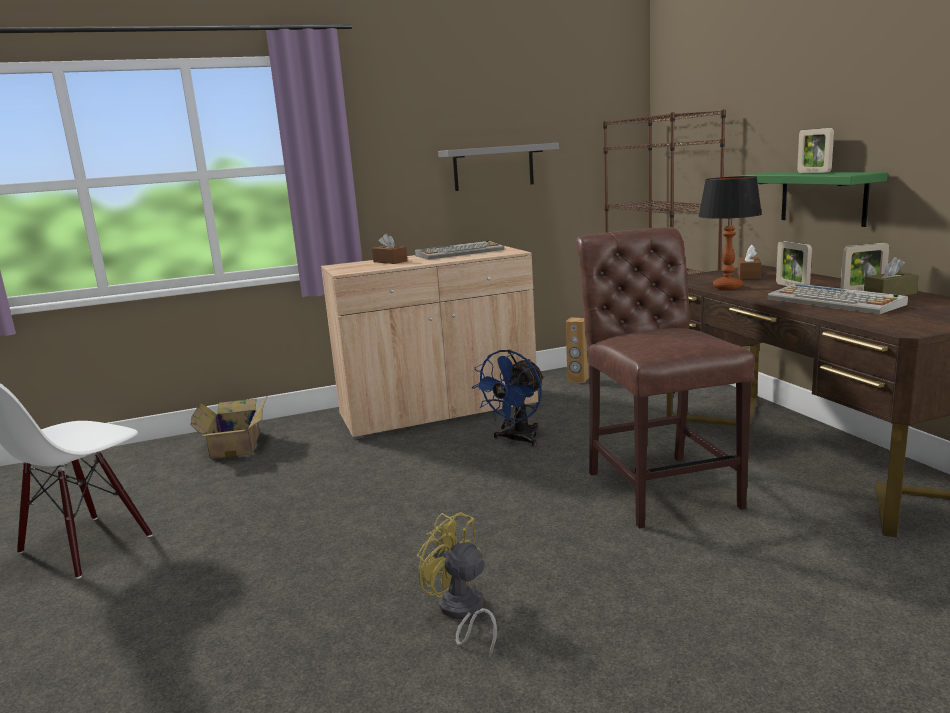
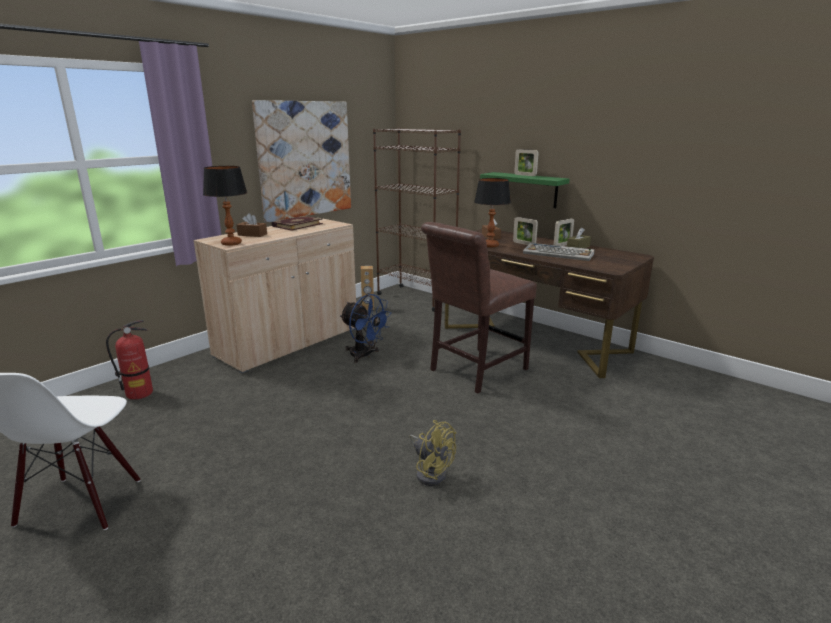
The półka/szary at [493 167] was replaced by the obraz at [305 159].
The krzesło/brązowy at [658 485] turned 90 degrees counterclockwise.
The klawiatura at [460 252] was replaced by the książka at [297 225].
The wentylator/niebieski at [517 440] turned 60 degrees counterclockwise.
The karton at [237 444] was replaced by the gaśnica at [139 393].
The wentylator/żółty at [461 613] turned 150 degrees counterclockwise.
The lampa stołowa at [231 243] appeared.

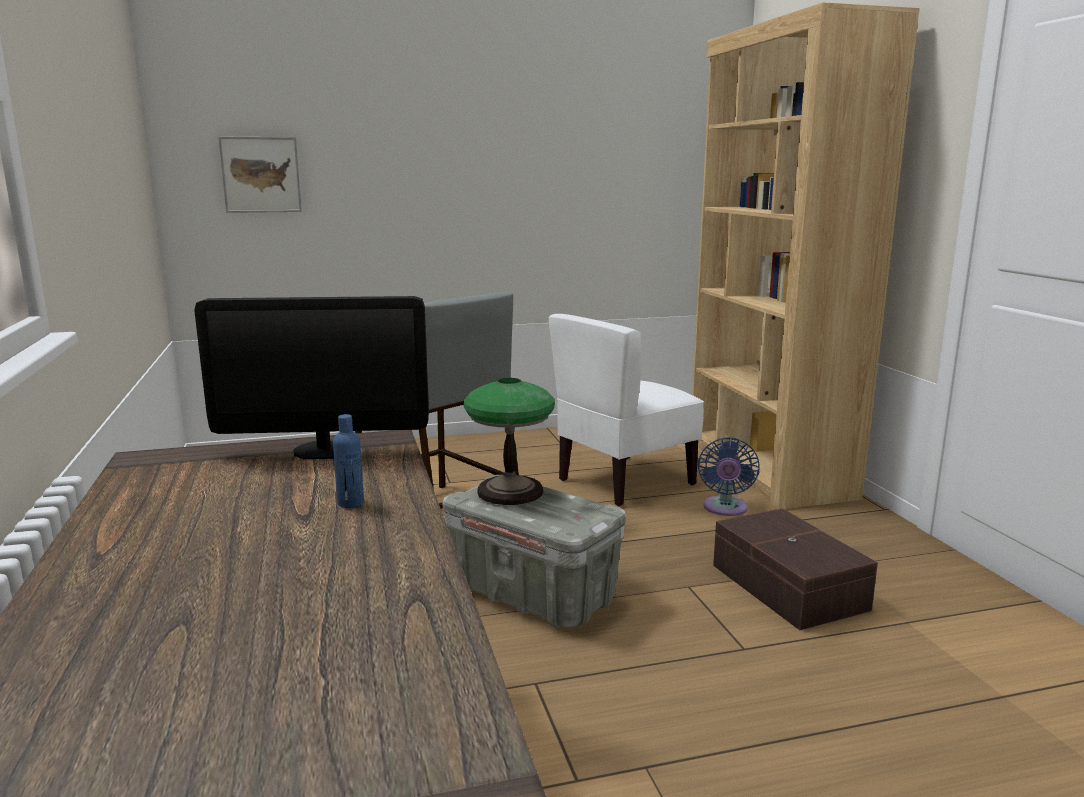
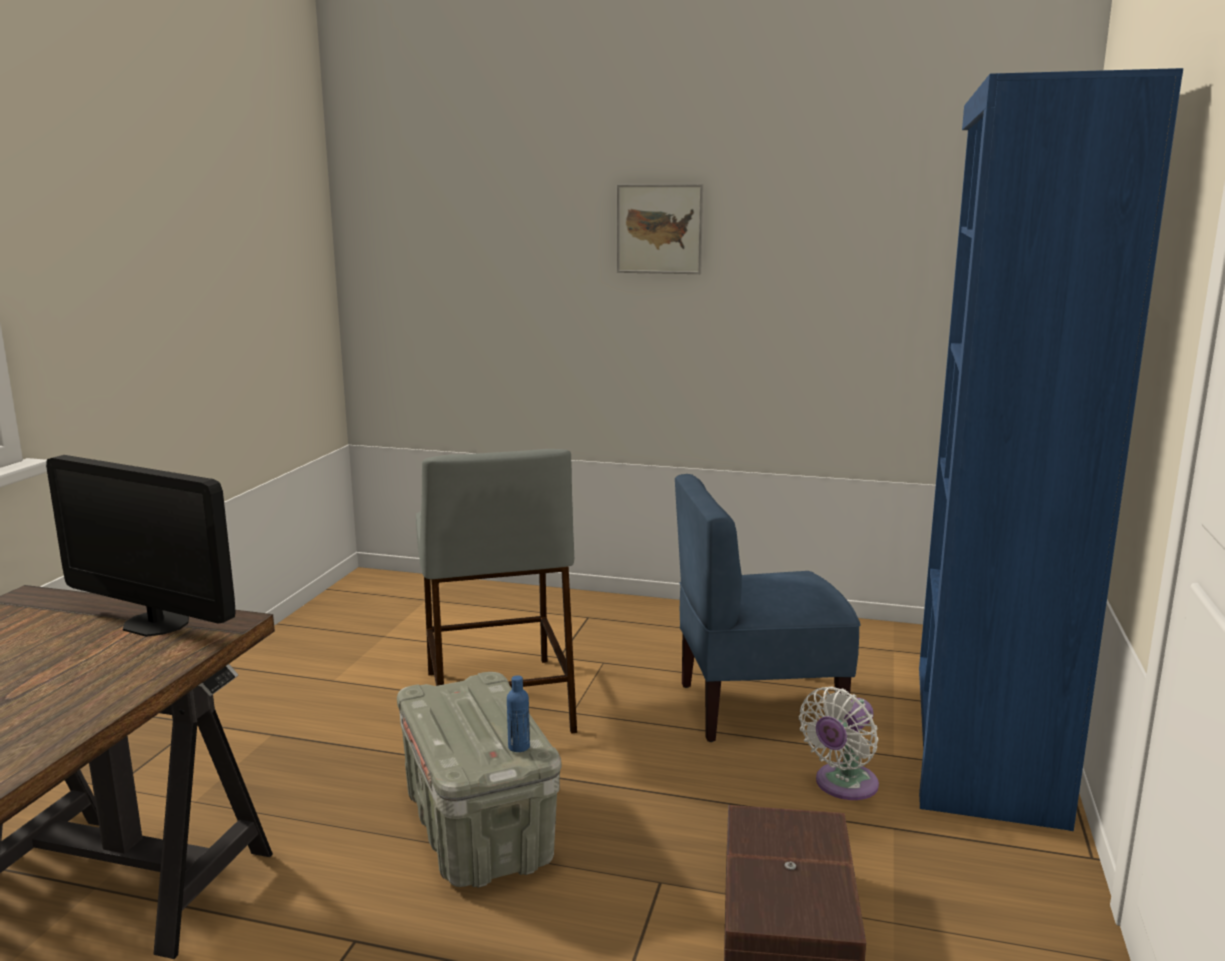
The regał/brązowy at [766 468] became the regał/niebieski at [982 738].
The obraz moved from [261 175] to [659 229].
The krzesło/biały at [624 482] became the krzesło/niebieski at [758 708].
The lampa stołowa at [509 491] disappeared.
The butelka/niebieski moved from [351 503] to [519 747].
The wentylator/niebieski at [725 509] became the wentylator/biały at [842 785].

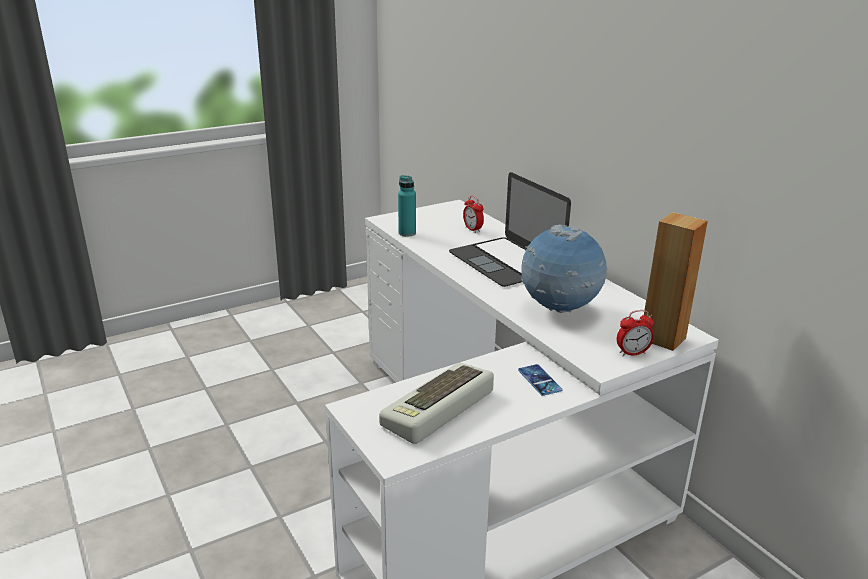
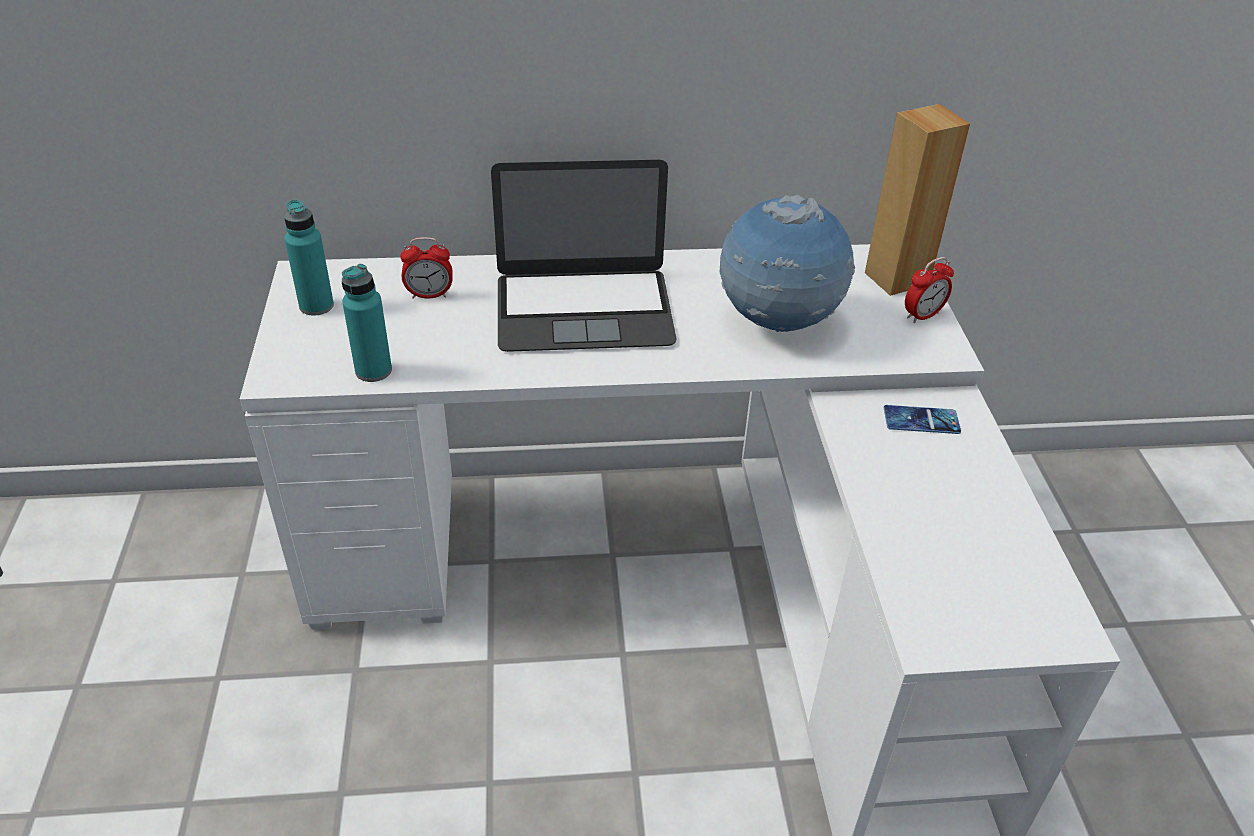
The budzik at [632 353] turned 45 degrees clockwise.
The klawiatura at [439 410] disappeared.
The butelka/turkusowy at [316 306] appeared.

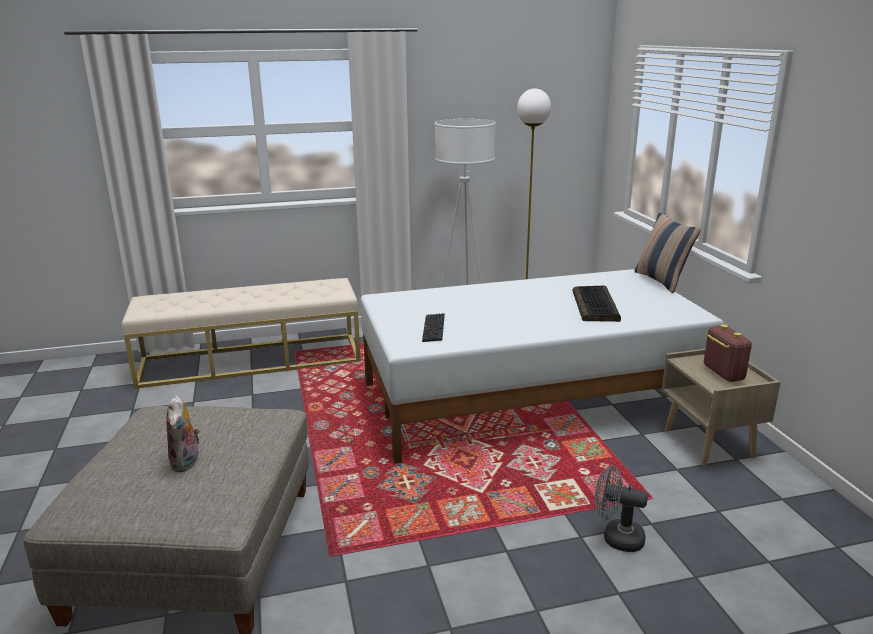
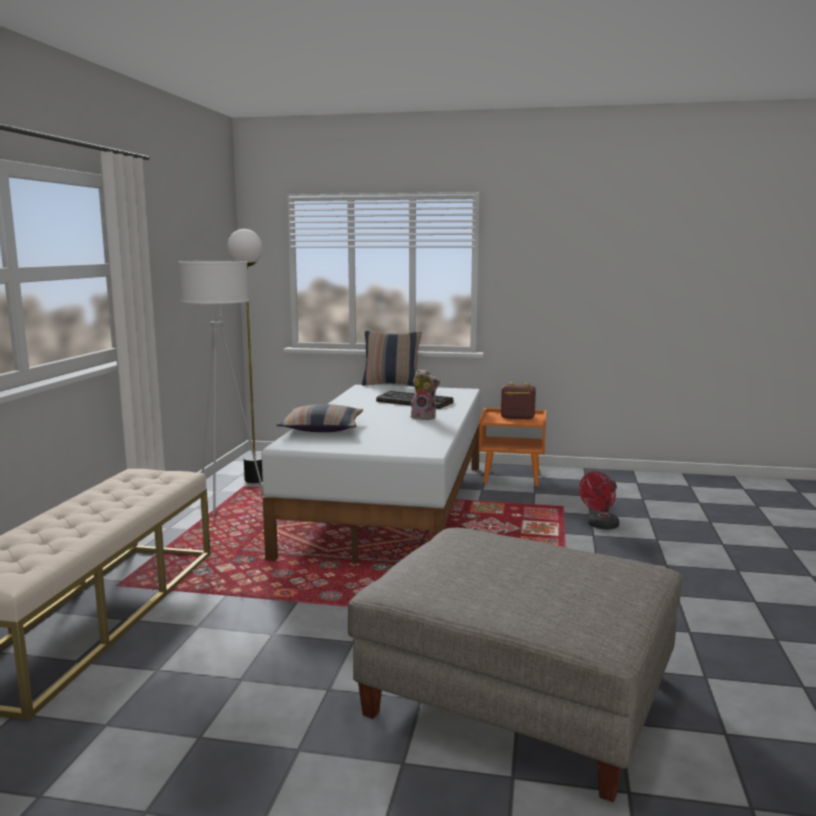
The klawiatura at [433 329] disappeared.
The szafka nocna/beżowy at [709 444] became the szafka nocna/pomarańczowy at [512 477].
The pluszak moved from [187 463] to [424 417].
The wentylator/szary at [616 537] became the wentylator/czerwony at [600 526].
The poduszka at [322 428] appeared.

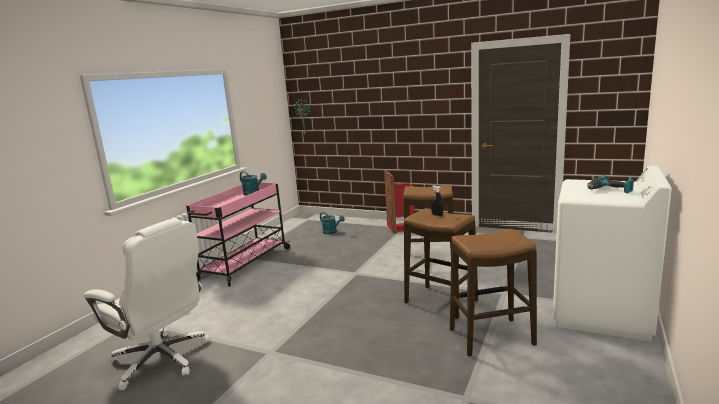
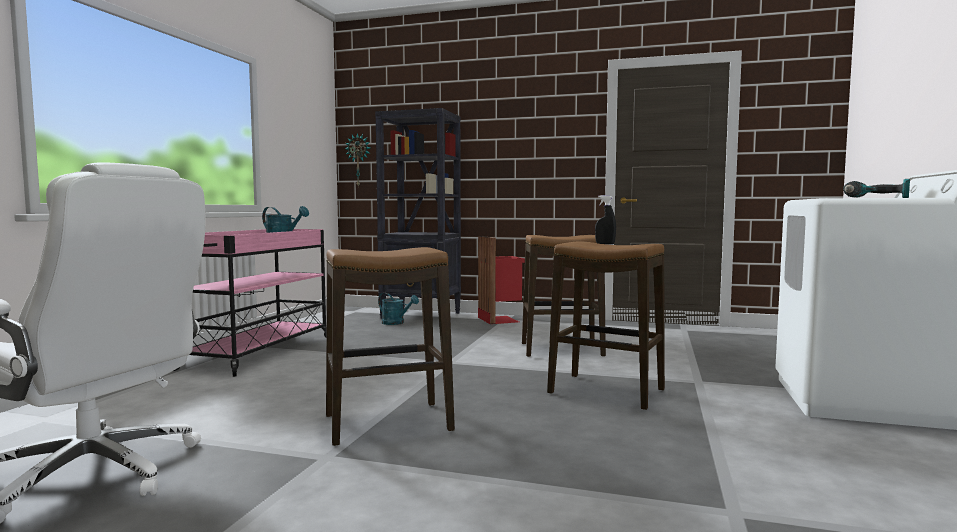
The stołek moved from [491 337] to [388 423].
The regał/czarny at [421 316] appeared.

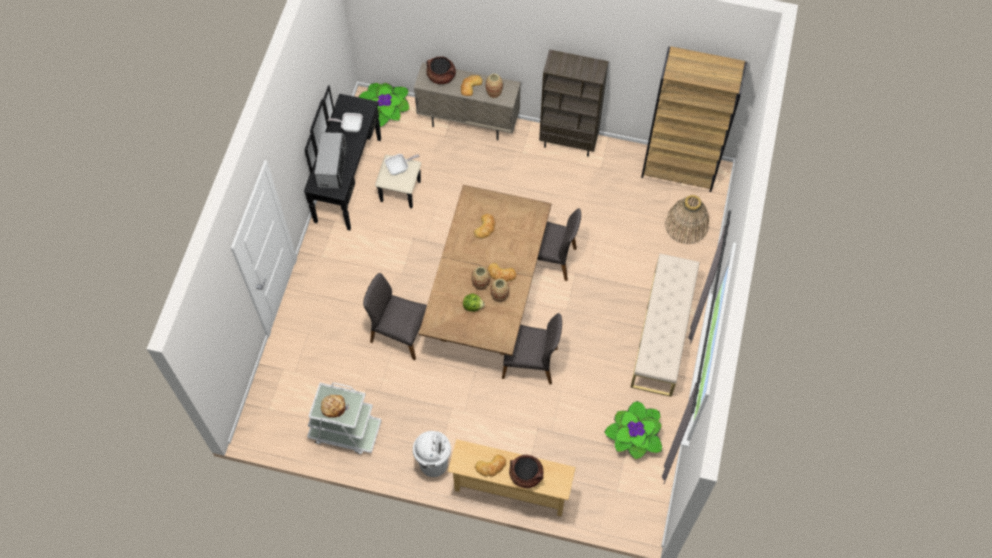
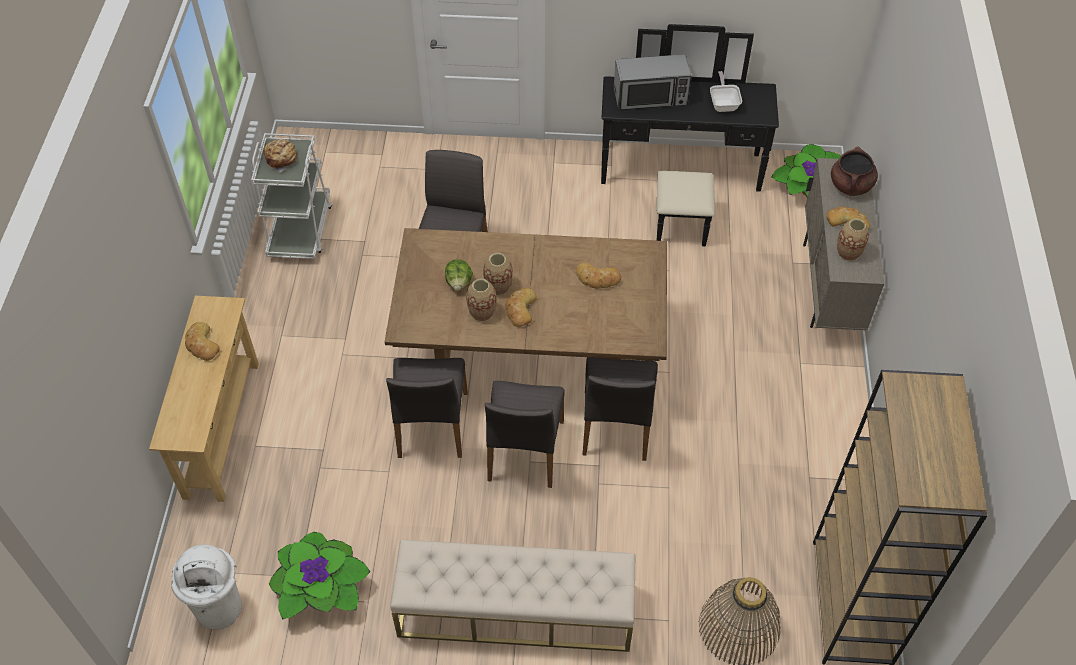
The regał/brązowy at [569 142] disappeared.
The patelnia at [399 168] disappeared.
The kosz na śmieci/biały moved from [433 463] to [220 608].
The garnek/brązowy at [526 475] disappeared.
The krzesło/szary at [524 451] appeared.

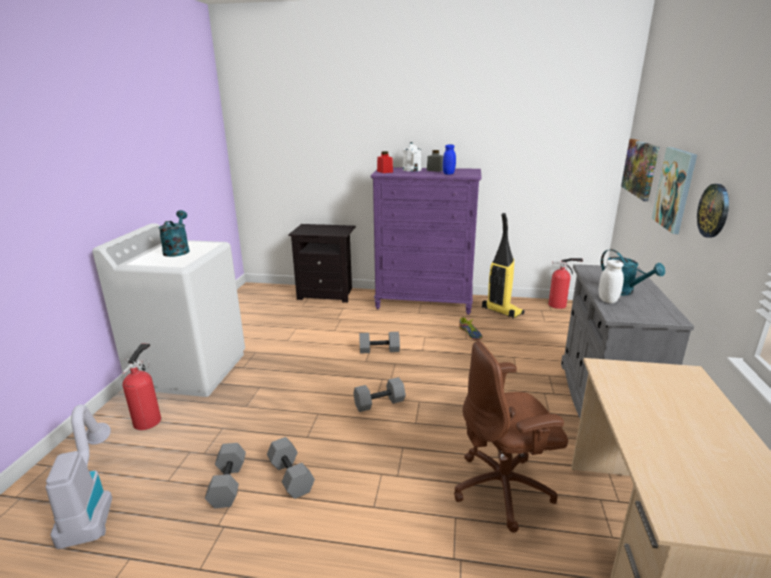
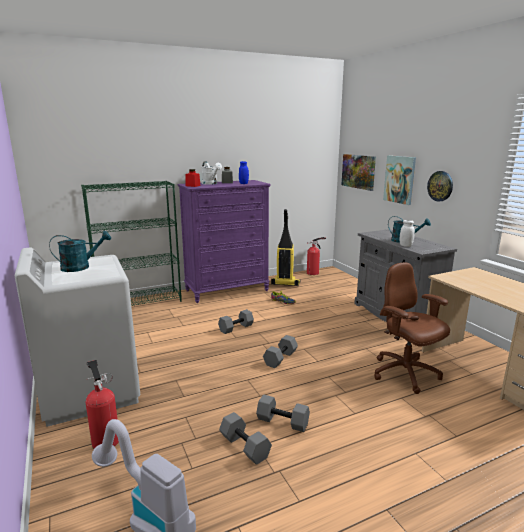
The konewka/turkusowy at [177 250] turned 105 degrees clockwise.
The szafka nocna/czarny at [327 294] was replaced by the regał/zielony at [140 302].
The krzesło biurowe/brązowy at [504 489] turned 105 degrees clockwise.

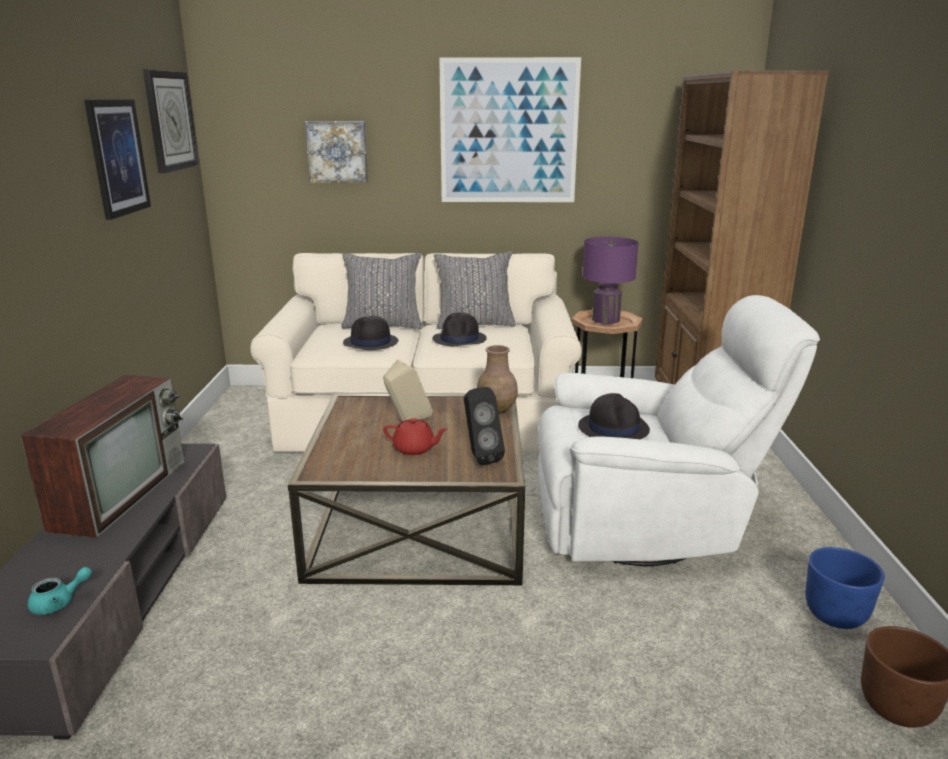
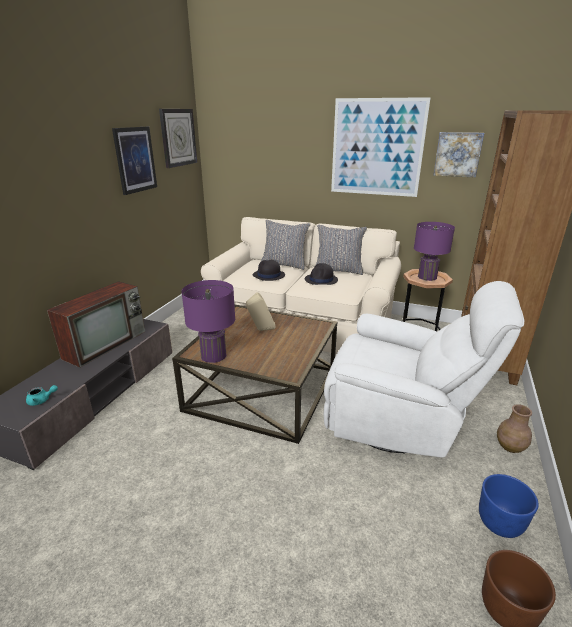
The obraz moved from [337 151] to [457 154].
The wazon/brązowy moved from [497 409] to [510 447].
The głośnik/czarny at [480 457] disappeared.
The kapelusz/czarny at [613 428] disappeared.
The imbryk/czerwony at [414 449] disappeared.
The lampa stołowa/fioletowy at [213 355] appeared.

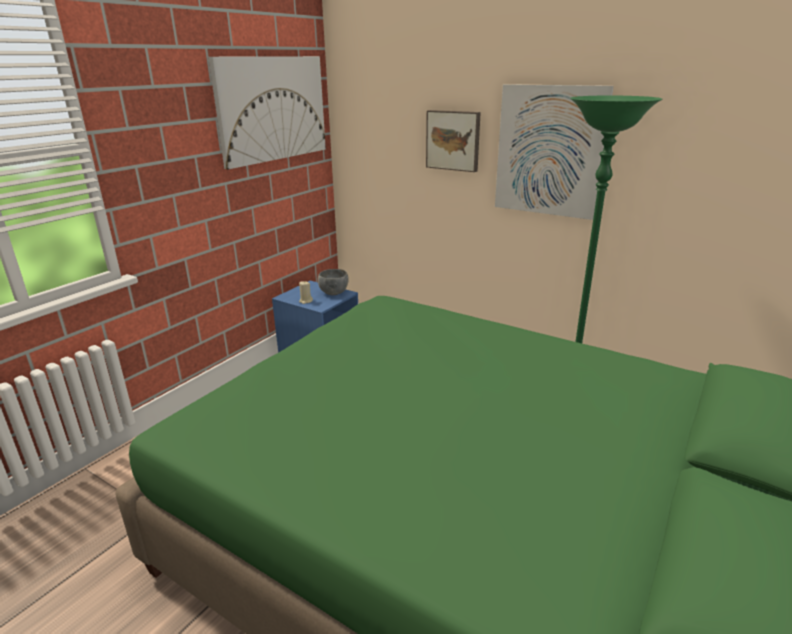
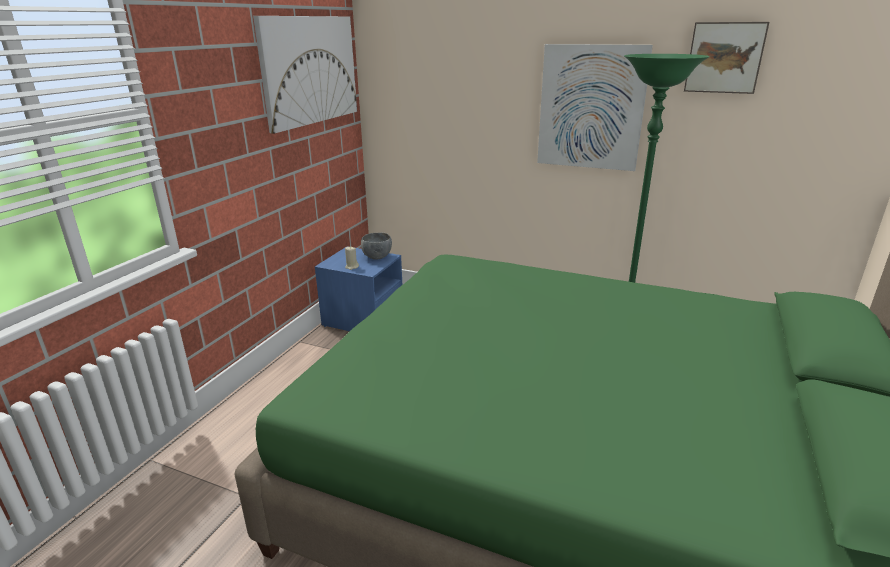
The obraz moved from [453 140] to [724 57].

